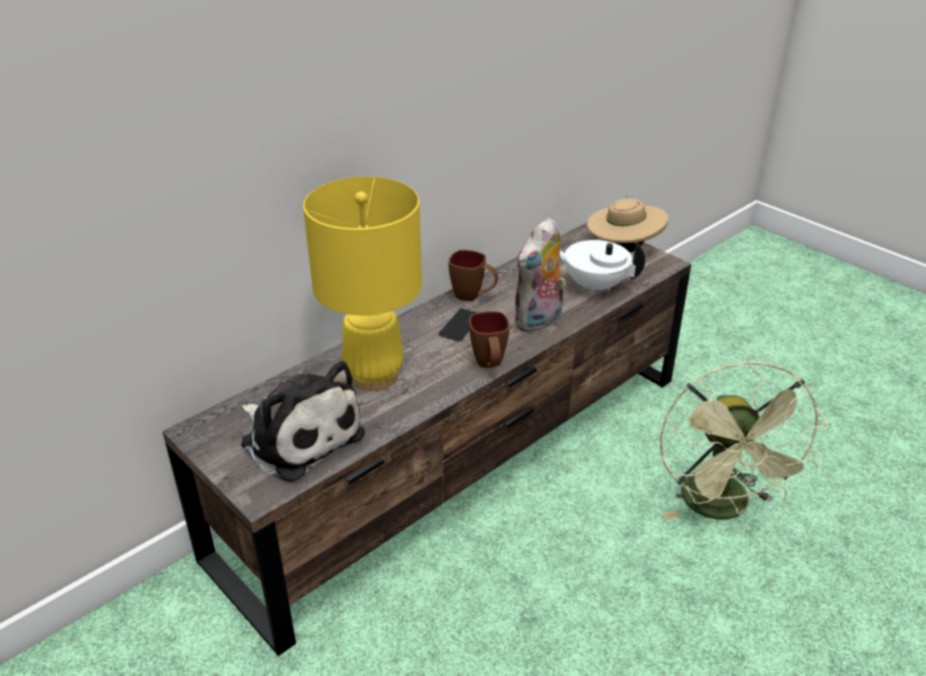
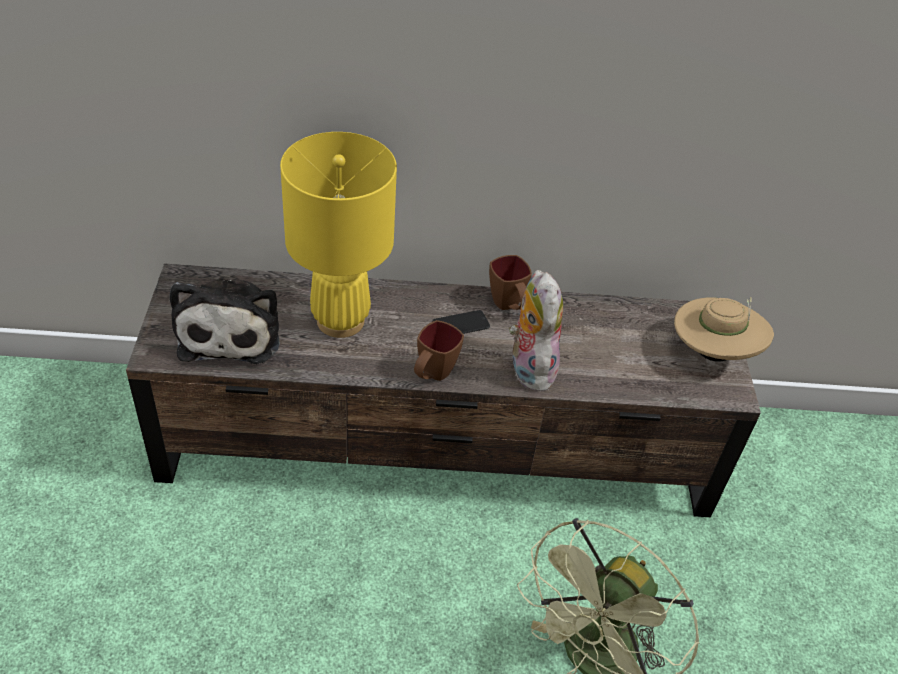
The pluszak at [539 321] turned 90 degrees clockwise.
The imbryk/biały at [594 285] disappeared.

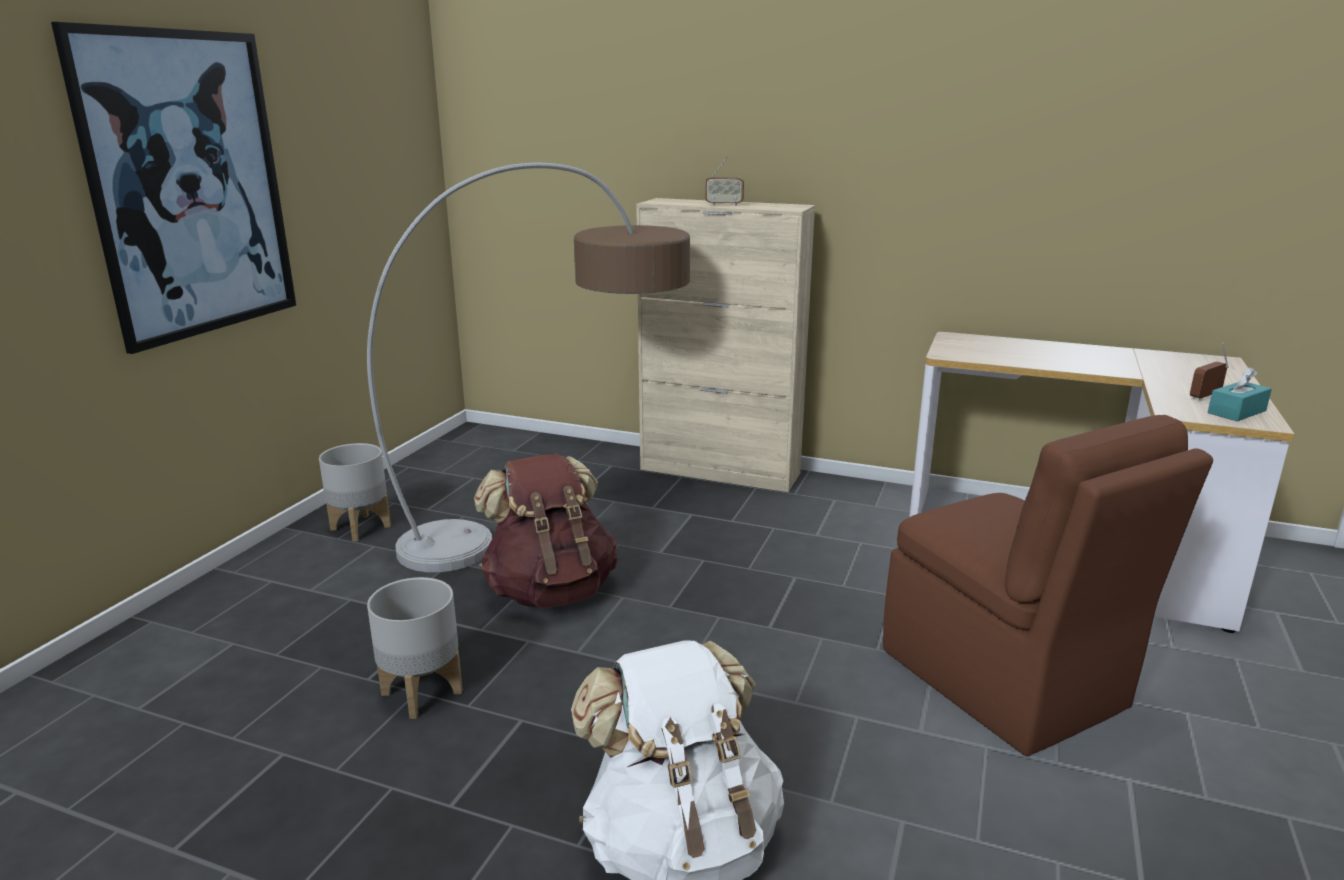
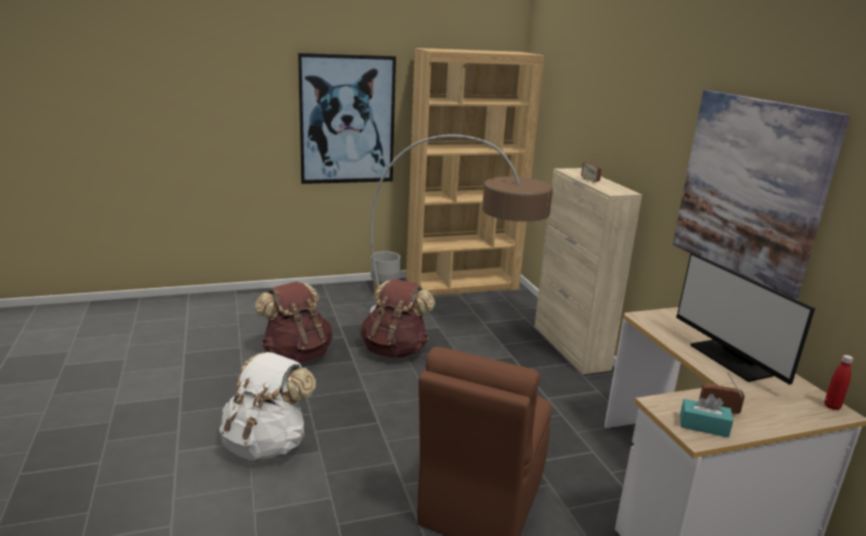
The donica/szary at [421 692] was replaced by the plecak/brązowy at [297 354].
The regał/brązowy at [462 284] appeared.
The obraz at [749 190] appeared.
The monitor at [733 359] appeared.
The butelka/czerwony at [832 406] appeared.

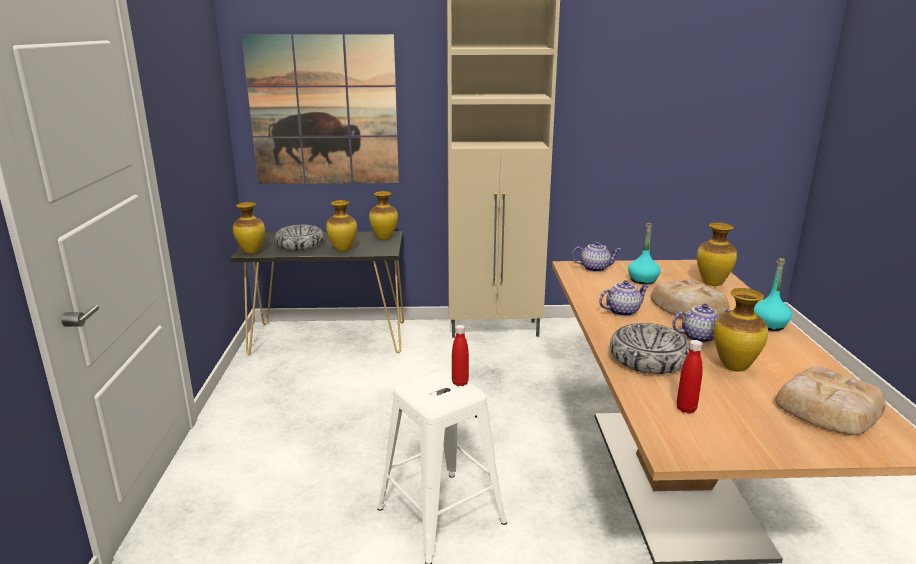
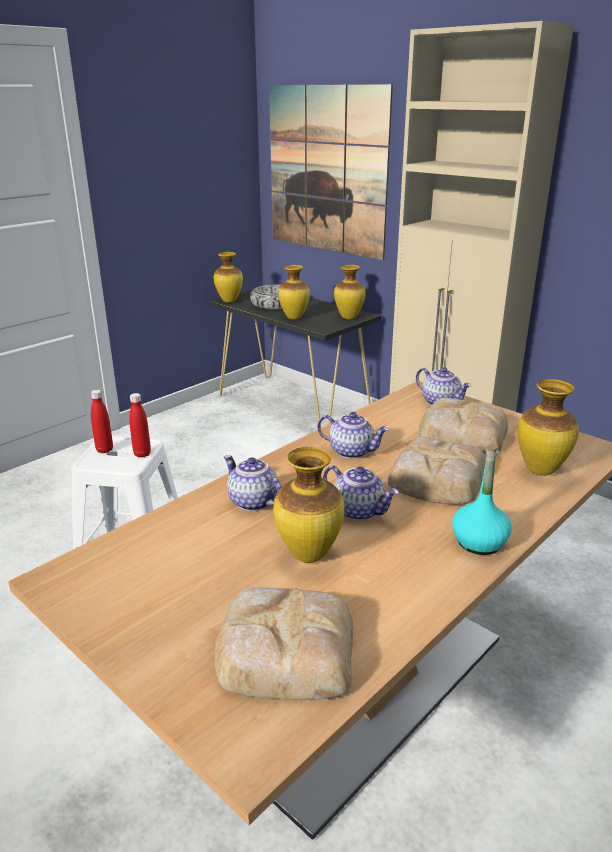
The butelka/turkusowy at [642 280] was replaced by the chleb at [461 433].
The miska at [648 359] was replaced by the imbryk at [252 502].
The butelka/czerwony moved from [686 409] to [104 450].

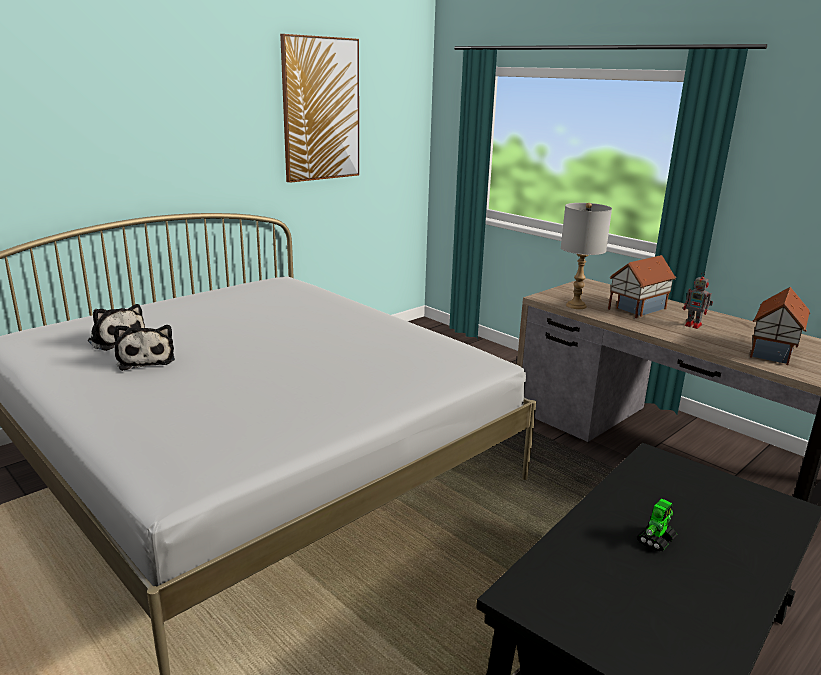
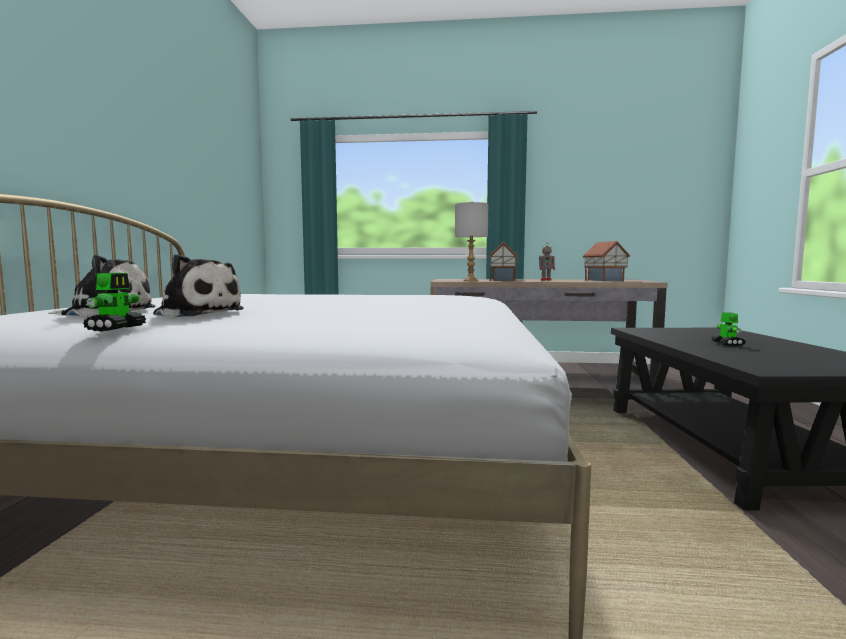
The obraz at [321 109] disappeared.
The robot zabawkowy at [116 328] appeared.

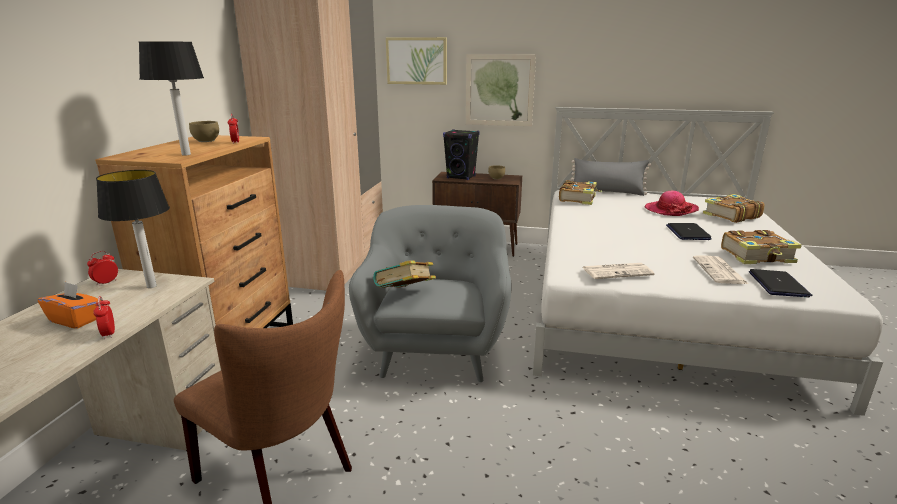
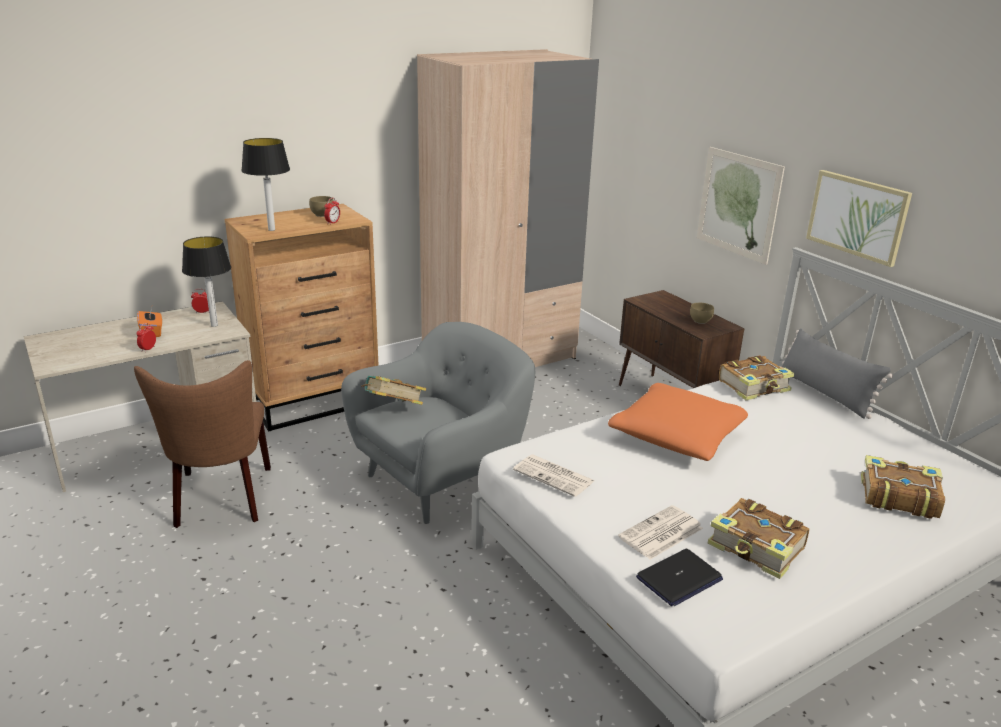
The obraz moved from [416 61] to [857 216].
The głośnik/czarny at [461 177] disappeared.
The kapelusz at [670 210] disappeared.
The laptop at [687 232] disappeared.
The poduszka/pomarańczowy at [677 436] appeared.

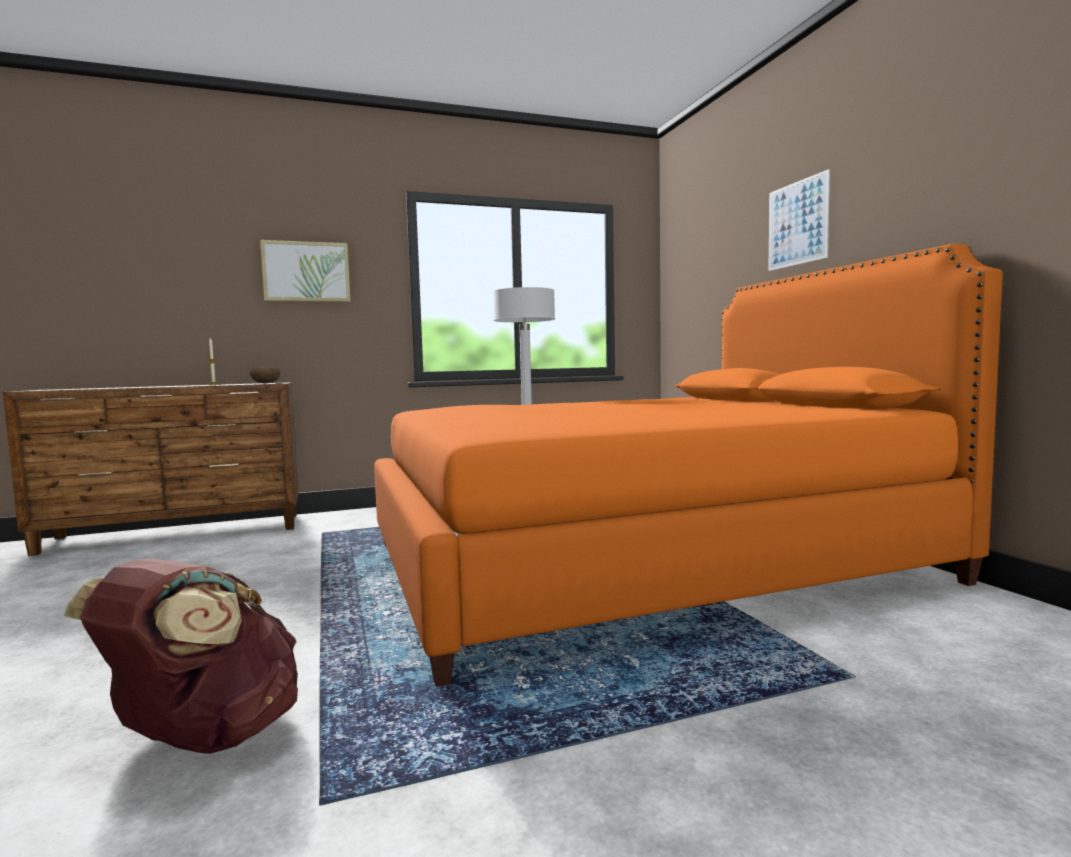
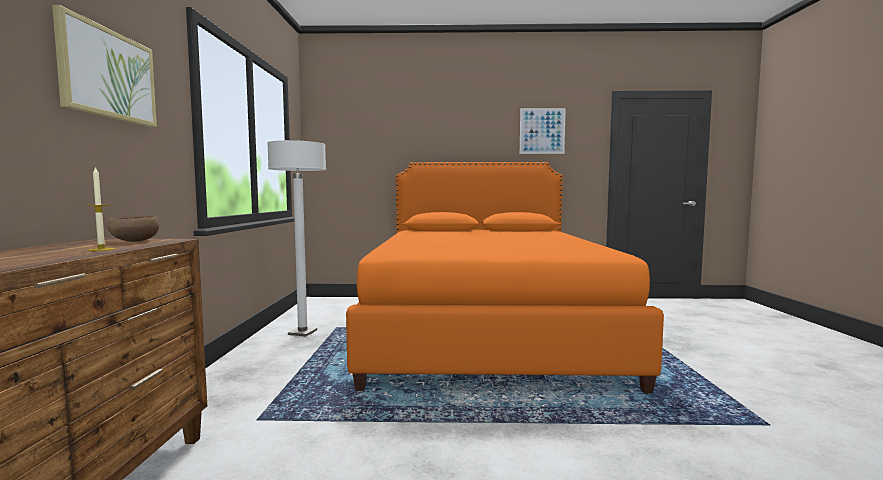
The obraz moved from [797 223] to [542 131].
The plecak/brązowy at [204 738] disappeared.

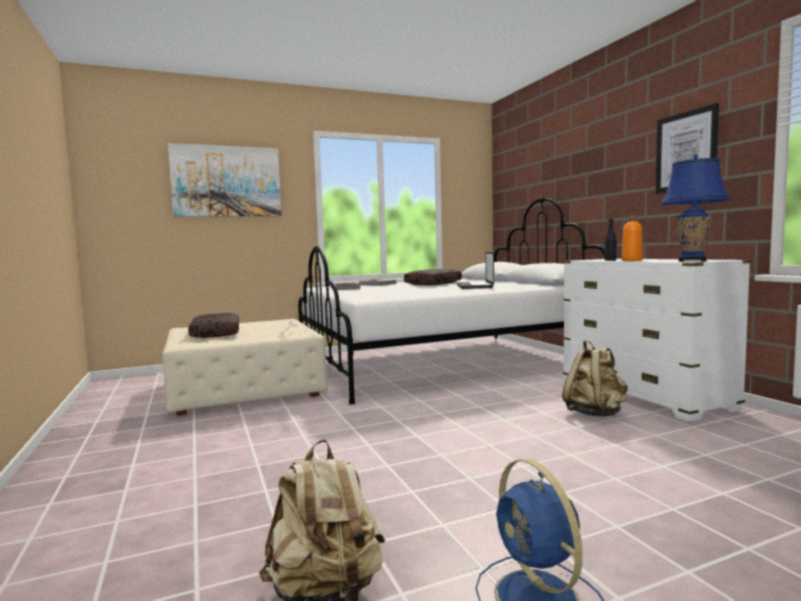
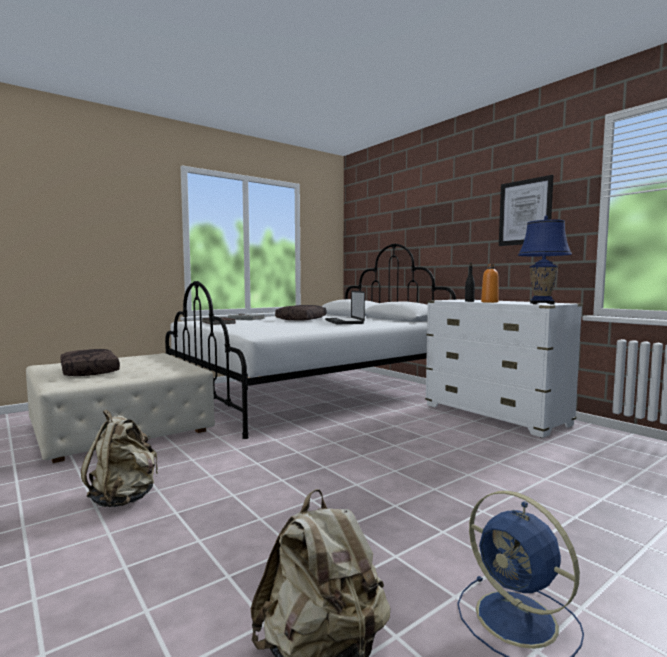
The obraz at [227 181] disappeared.
The plecak/beżowy moved from [595 413] to [124 498].

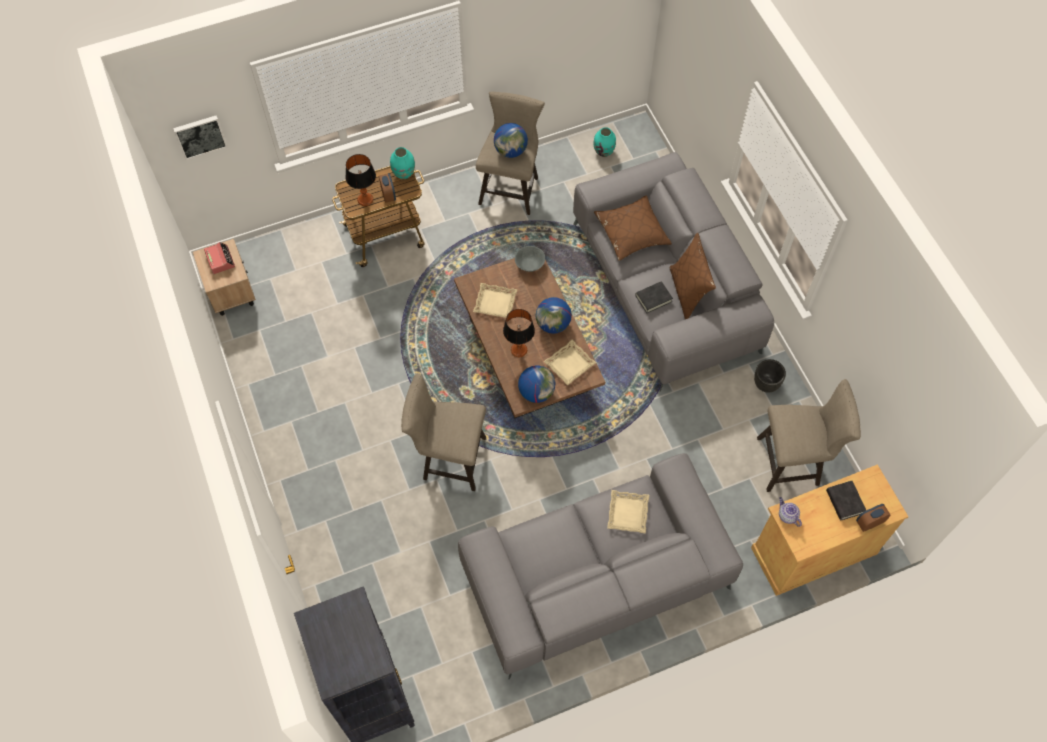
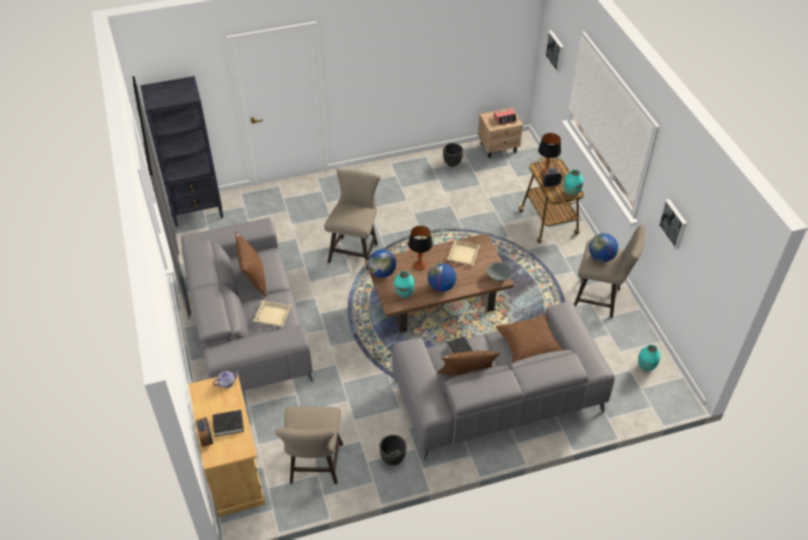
The taca/beżowy at [569 364] was replaced by the wazon/turkusowy at [404 294].
The donica/czarny at [452 163] appeared.
The obraz at [674 223] appeared.
The poduszka/brązowy at [253 279] appeared.

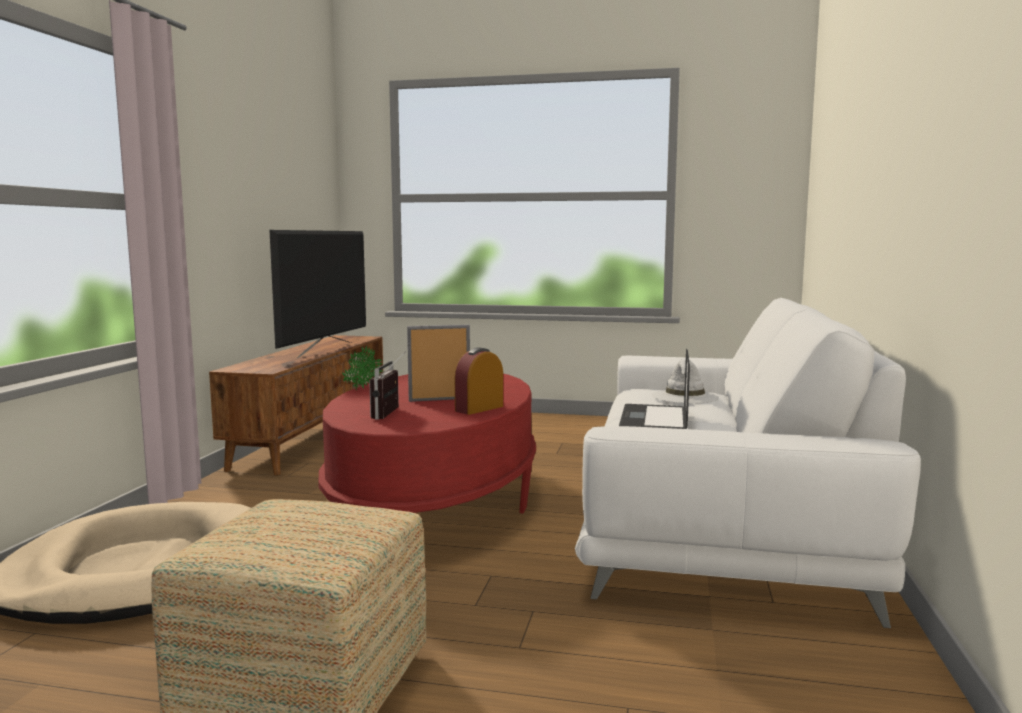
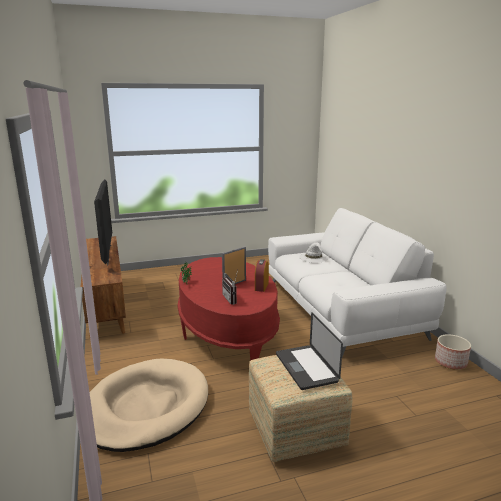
The laptop moved from [654 421] to [306 368].
The donica at [451 362] appeared.

